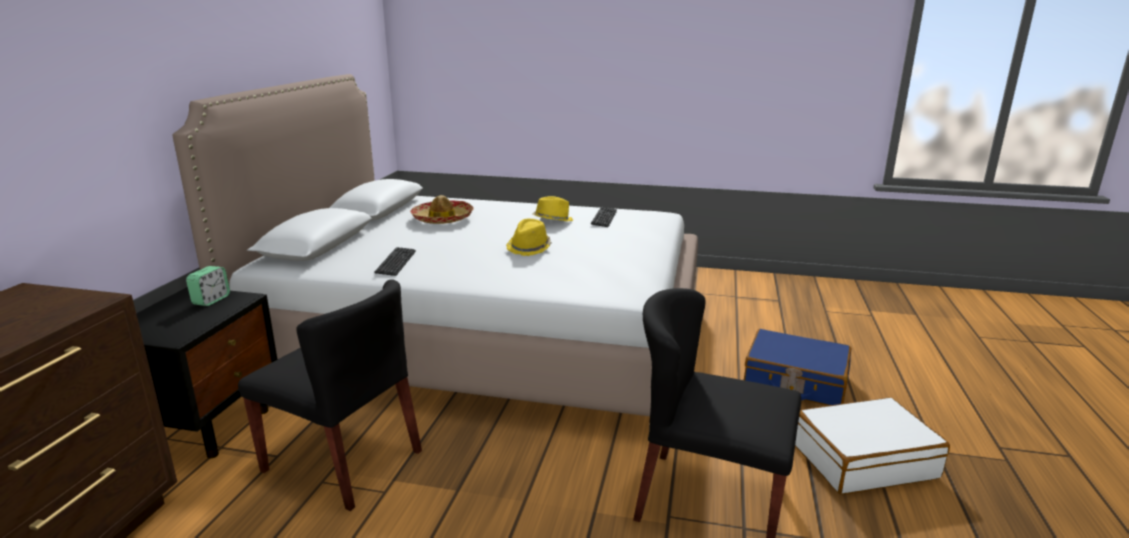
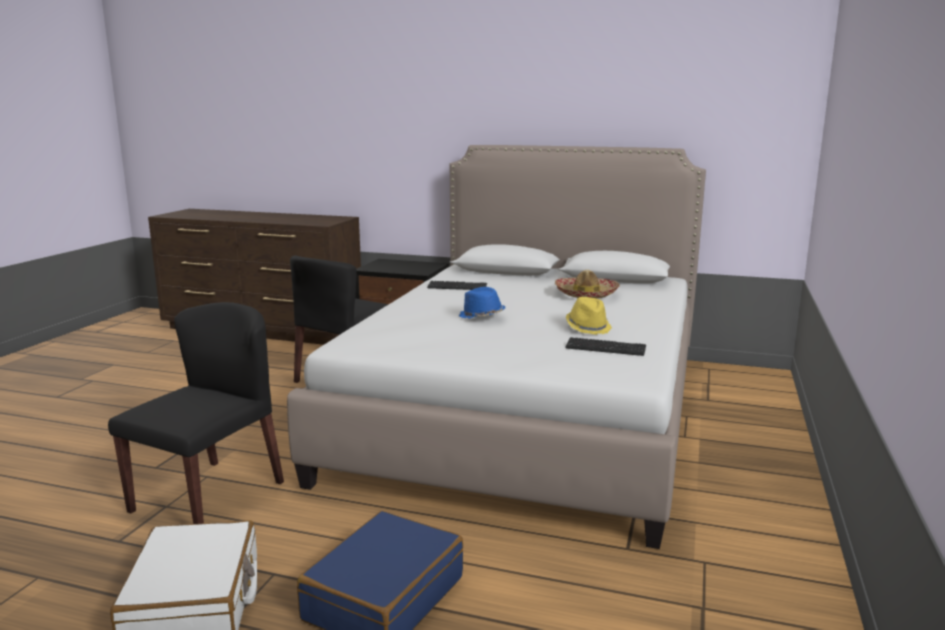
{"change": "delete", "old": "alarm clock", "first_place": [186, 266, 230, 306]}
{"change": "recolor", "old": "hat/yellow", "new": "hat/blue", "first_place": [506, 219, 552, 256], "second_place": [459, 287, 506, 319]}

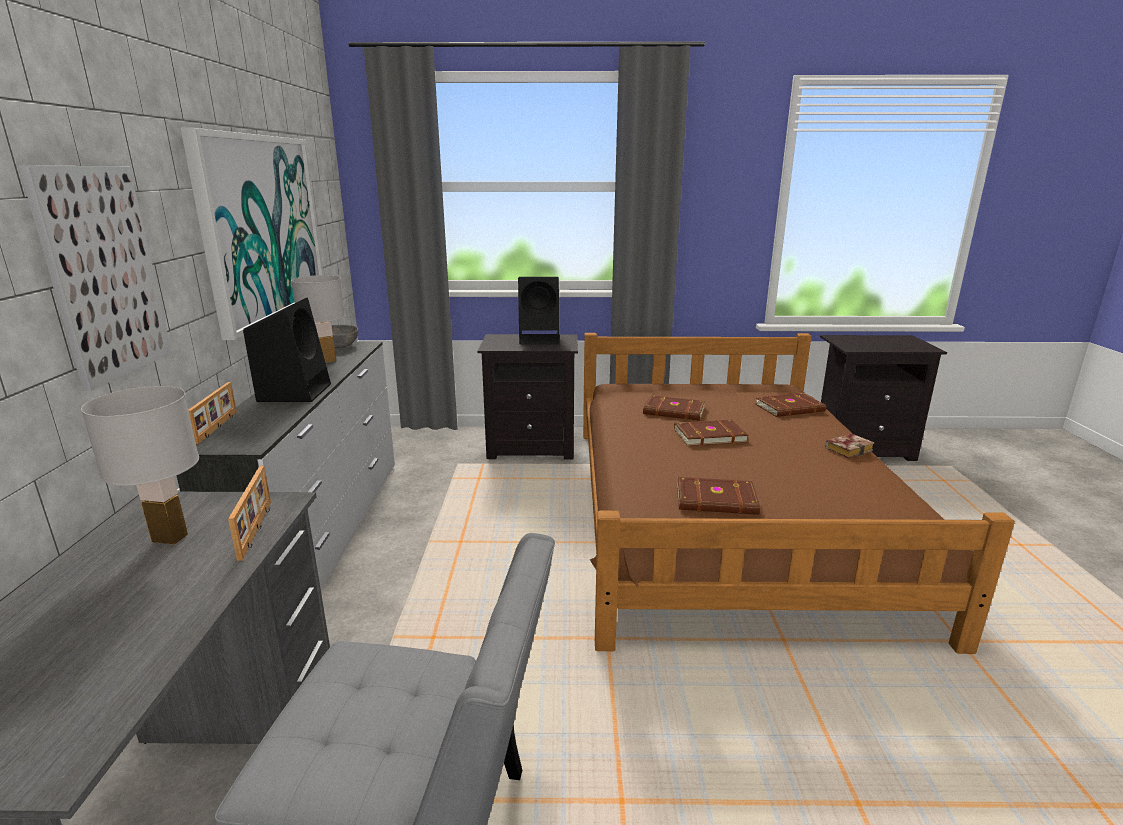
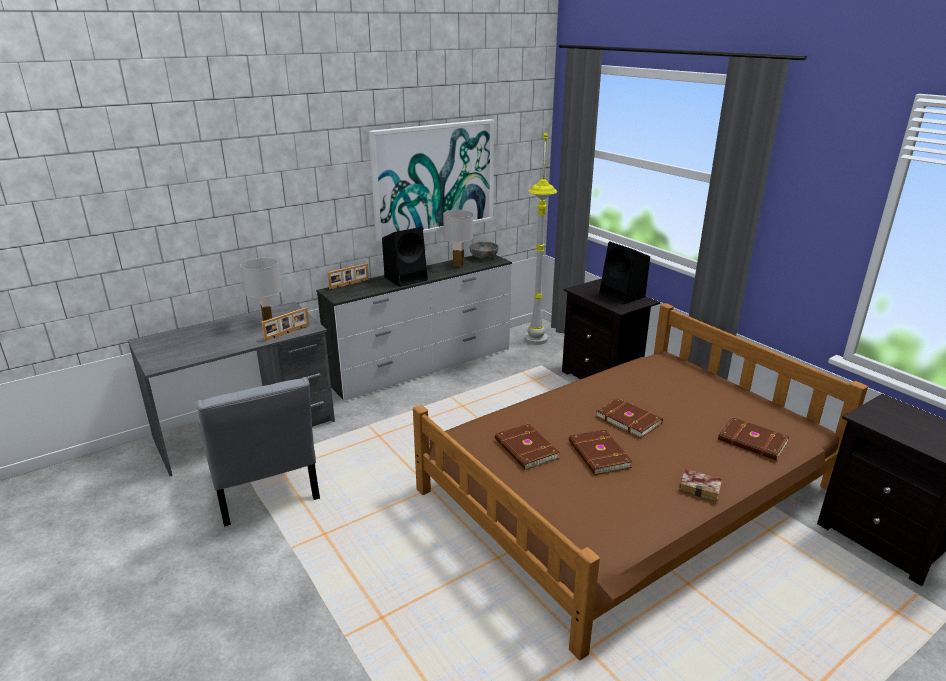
{"change": "delete", "old": "picture", "first_place": [19, 166, 172, 391]}
{"change": "move", "old": "book/brown", "first_place": [643, 395, 705, 421], "second_place": [569, 429, 633, 475]}
{"change": "insert", "new": "floor lamp/grey", "second_place": [524, 128, 557, 345]}

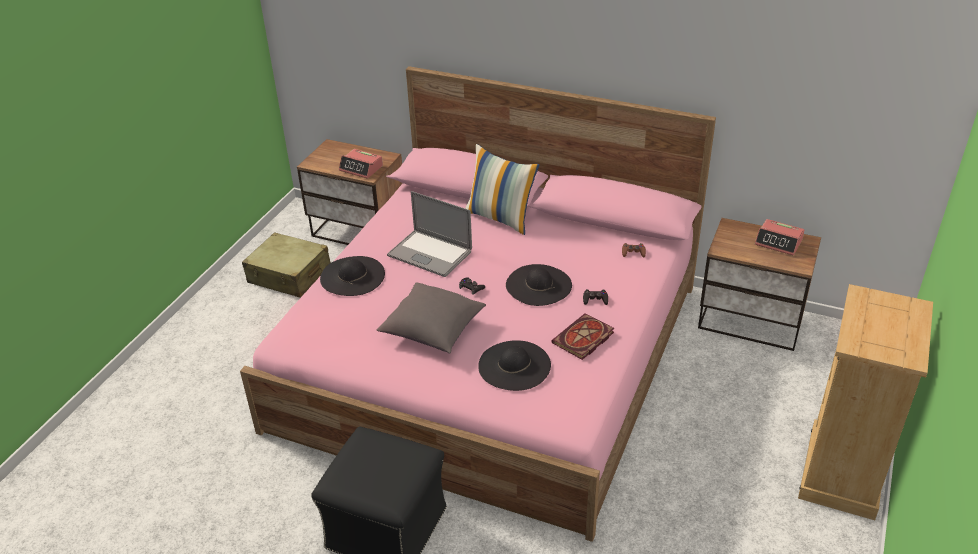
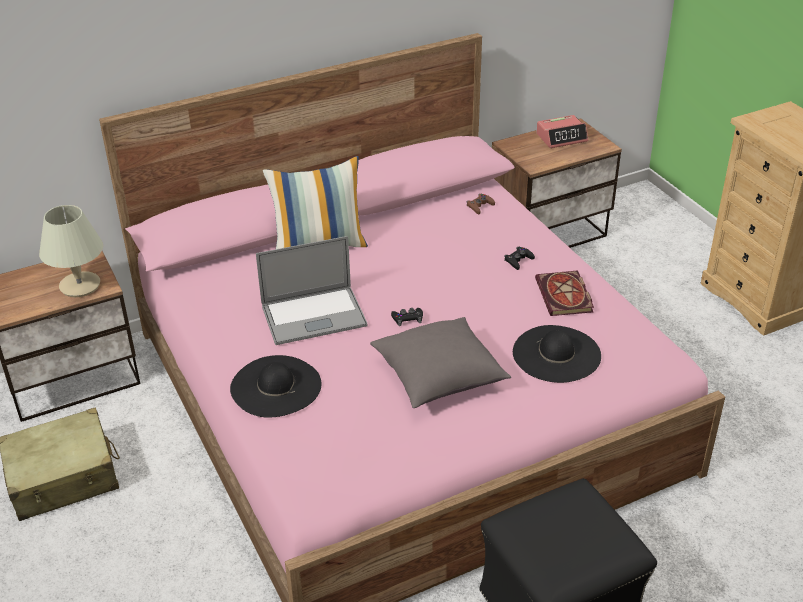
{"change": "replace", "old": "alarm clock", "new": "table lamp/beige", "first_place": [339, 149, 383, 179], "second_place": [39, 205, 103, 297]}
{"change": "delete", "old": "hat/black", "first_place": [506, 264, 572, 306]}

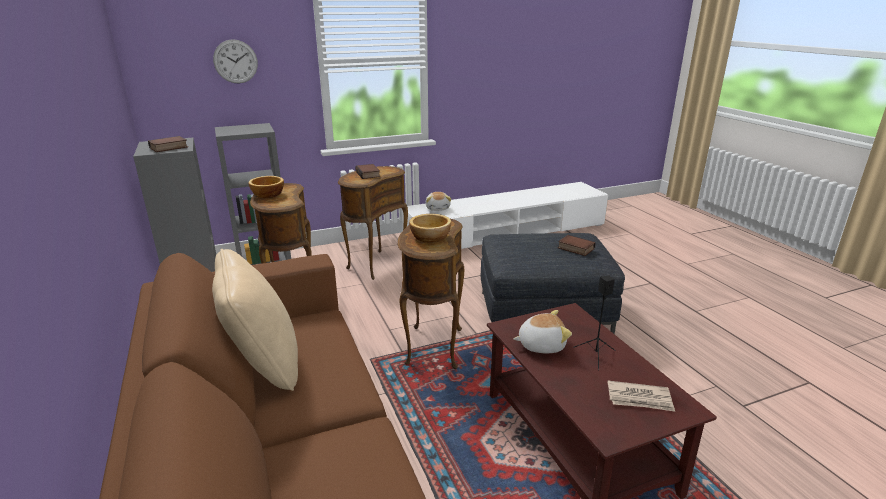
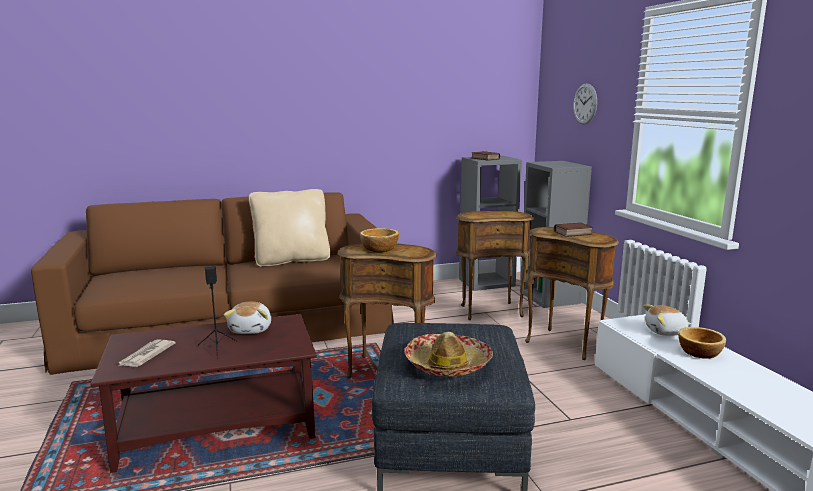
{"change": "move", "old": "bowl", "first_place": [248, 176, 284, 198], "second_place": [678, 327, 726, 359]}
{"change": "replace", "old": "book", "new": "hat", "first_place": [558, 235, 596, 256], "second_place": [404, 332, 493, 377]}

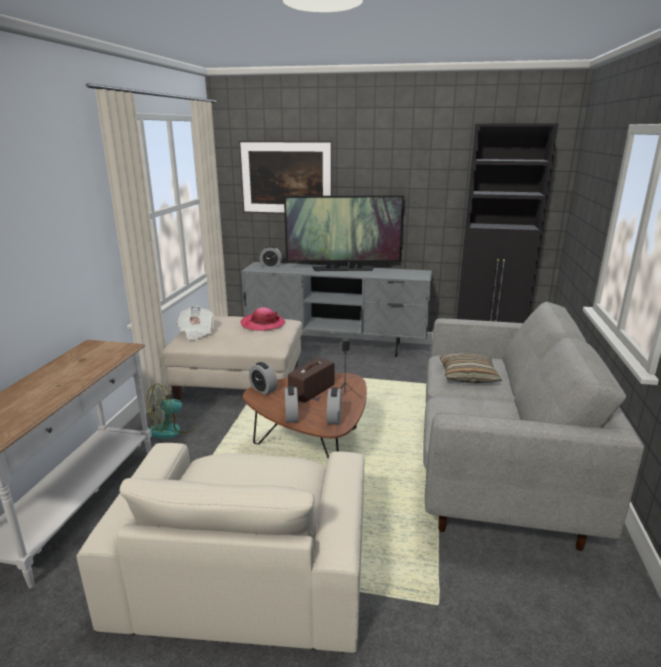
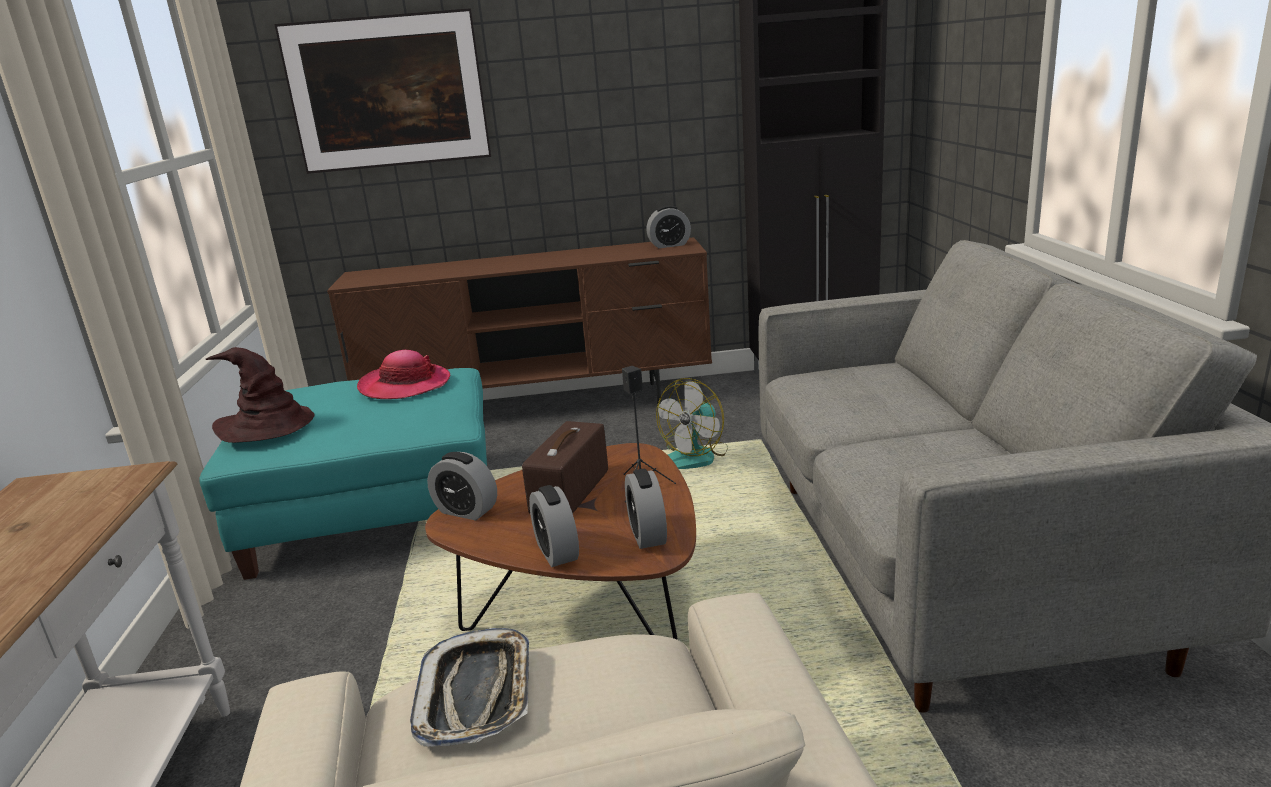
{"change": "move", "old": "fan", "first_place": [147, 383, 197, 439], "second_place": [656, 378, 728, 469]}
{"change": "recolor", "old": "ottoman/beige", "new": "ottoman/turquoise", "first_place": [163, 316, 303, 400], "second_place": [199, 368, 487, 580]}
{"change": "replace", "old": "newspaper", "new": "hat/brown", "first_place": [177, 306, 214, 340], "second_place": [206, 347, 314, 443]}
{"change": "recolor", "old": "tv stand/grey", "new": "tv stand/brown", "first_place": [241, 262, 432, 357], "second_place": [327, 237, 712, 405]}
{"change": "move", "old": "alarm clock", "first_place": [260, 246, 282, 267], "second_place": [646, 205, 691, 248]}
{"change": "delete", "old": "television", "first_place": [284, 195, 404, 271]}
{"change": "delete", "old": "pillow", "first_place": [439, 353, 502, 383]}
{"change": "insert", "new": "tray", "second_place": [410, 628, 529, 747]}

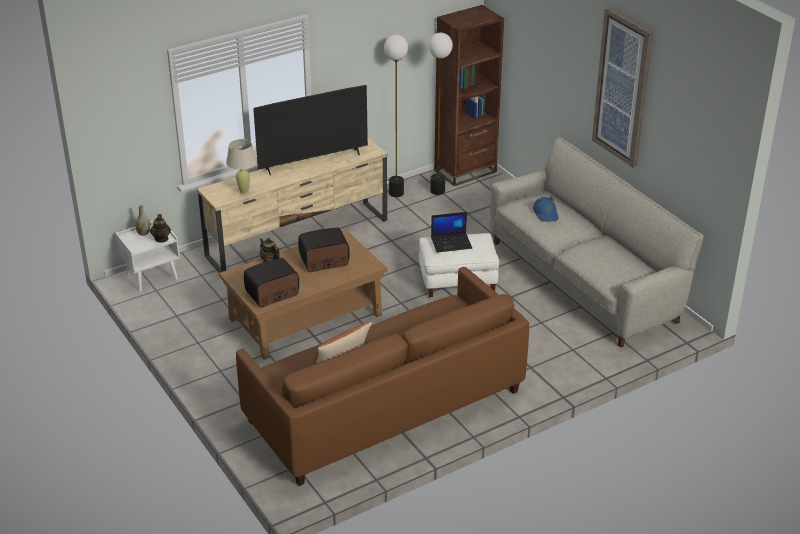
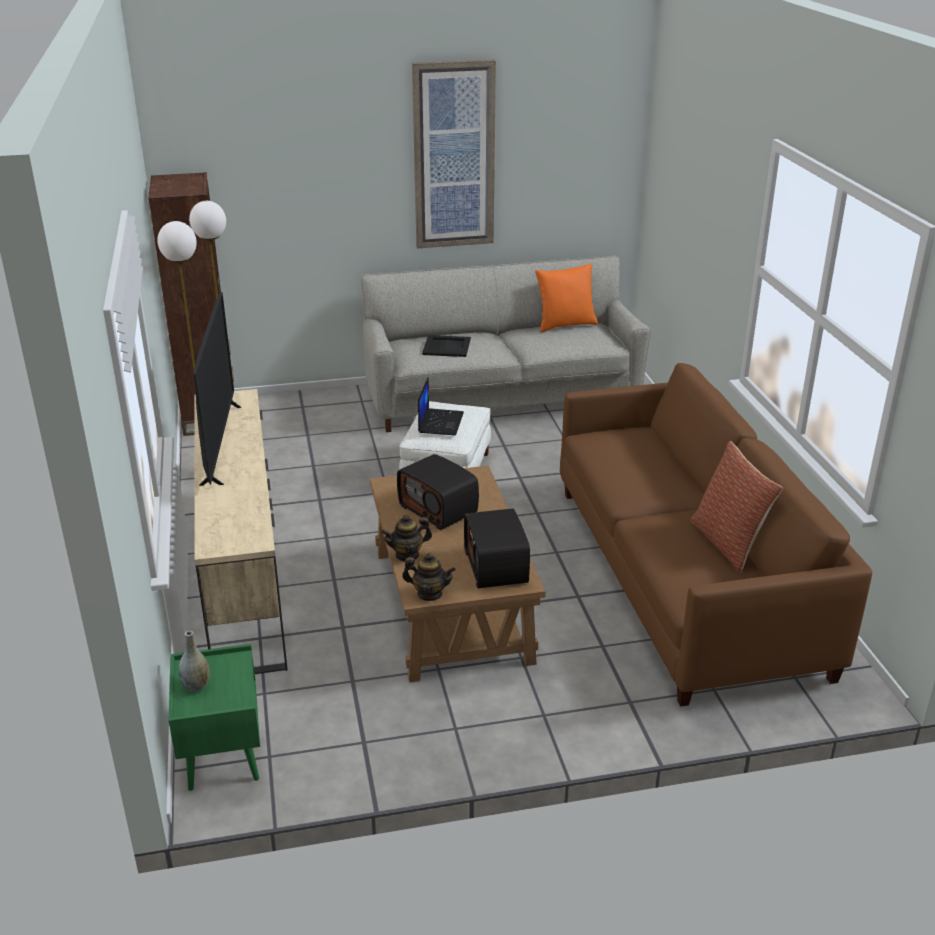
{"change": "recolor", "old": "nightstand/white", "new": "nightstand/green", "first_place": [115, 221, 180, 292], "second_place": [169, 644, 260, 791]}
{"change": "move", "old": "teapot", "first_place": [150, 214, 171, 243], "second_place": [402, 553, 456, 601]}
{"change": "delete", "old": "table lamp/beige", "first_place": [226, 139, 257, 195]}
{"change": "rotate", "old": "radio", "first_place": [298, 228, 350, 272], "second_place": [397, 454, 479, 530], "degrees": -45}
{"change": "replace", "old": "hat/blue", "new": "tray/black", "first_place": [533, 197, 559, 222], "second_place": [422, 335, 471, 357]}
{"change": "insert", "new": "pillow/orange", "second_place": [535, 263, 598, 333]}

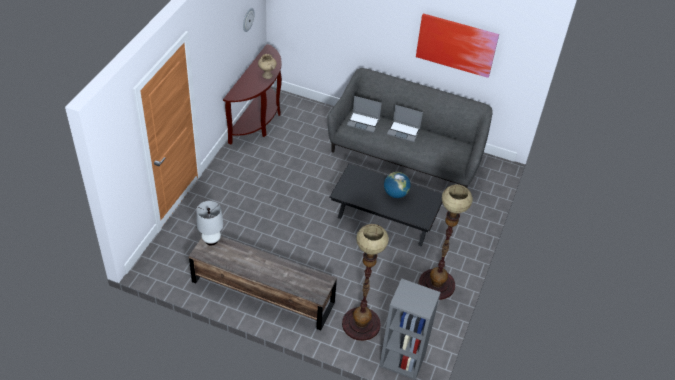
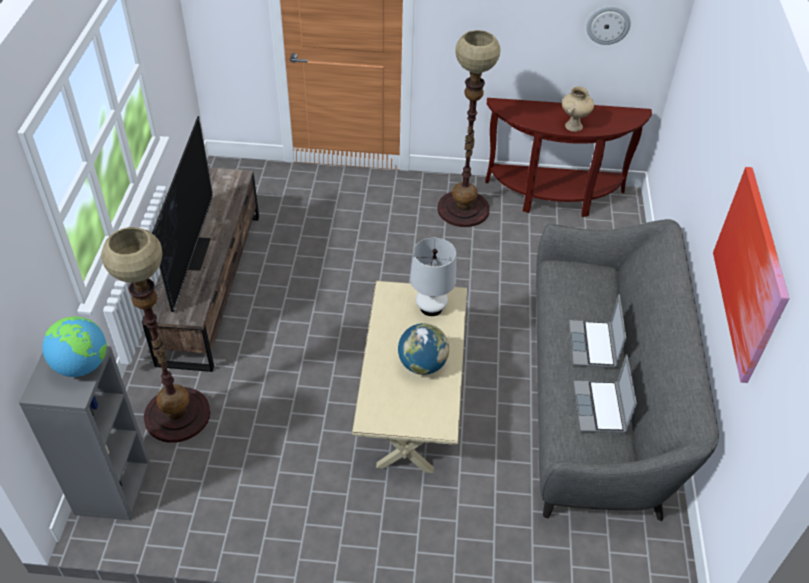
{"change": "move", "old": "table lamp/white", "first_place": [196, 201, 224, 246], "second_place": [410, 238, 456, 316]}
{"change": "recolor", "old": "coffee table/black", "new": "coffee table/beige", "first_place": [329, 164, 442, 246], "second_place": [352, 281, 467, 473]}
{"change": "move", "old": "laptop", "first_place": [347, 96, 382, 133], "second_place": [574, 354, 637, 433]}
{"change": "move", "old": "floor lamp", "first_place": [419, 184, 473, 300], "second_place": [437, 30, 501, 227]}
{"change": "insert", "new": "globe", "second_place": [42, 316, 107, 377]}
{"change": "insert", "new": "television", "second_place": [152, 116, 213, 312]}

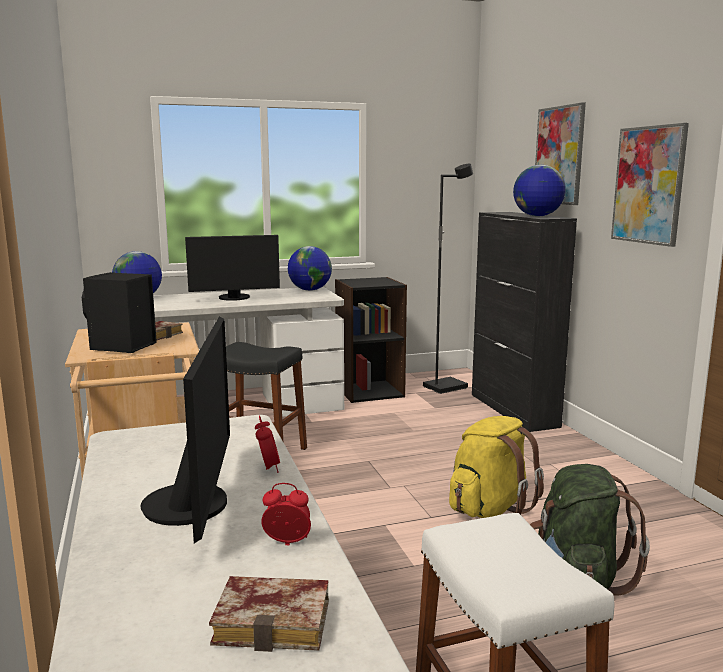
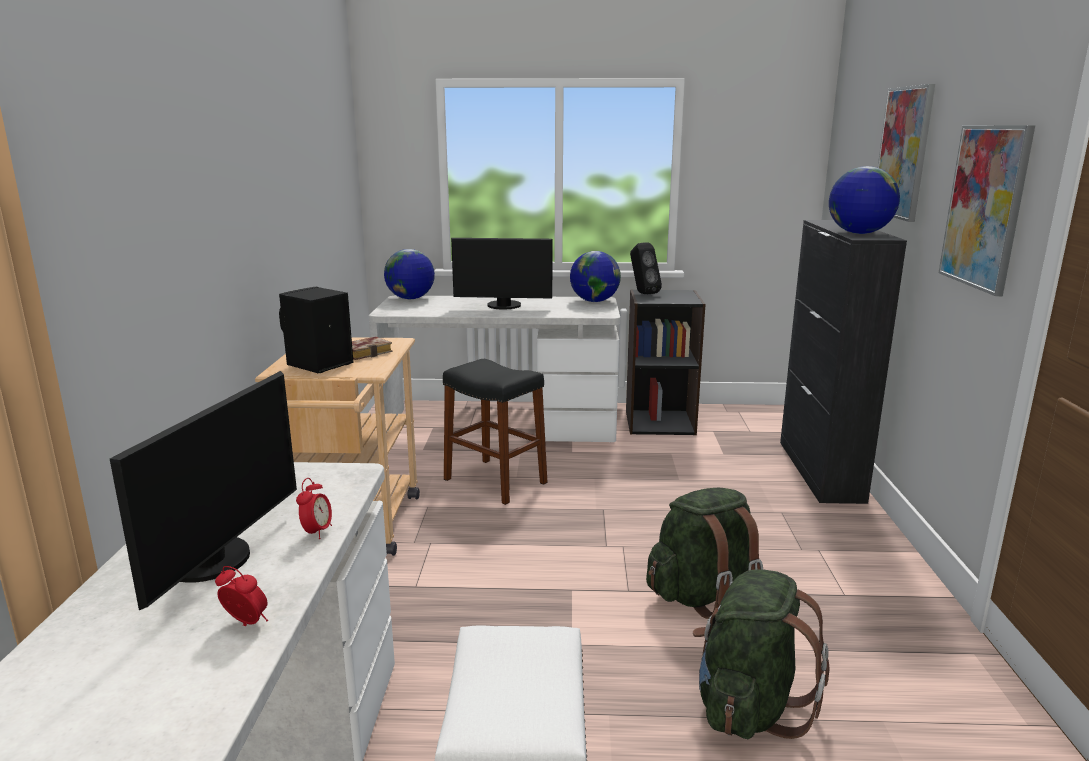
{"change": "delete", "old": "book", "first_place": [209, 576, 329, 652]}
{"change": "delete", "old": "floor lamp/black", "first_place": [423, 164, 473, 394]}
{"change": "recolor", "old": "backpack/yellow", "new": "backpack/green", "first_place": [449, 416, 544, 518], "second_place": [646, 488, 763, 619]}
{"change": "insert", "new": "speaker/black", "second_place": [630, 243, 662, 294]}

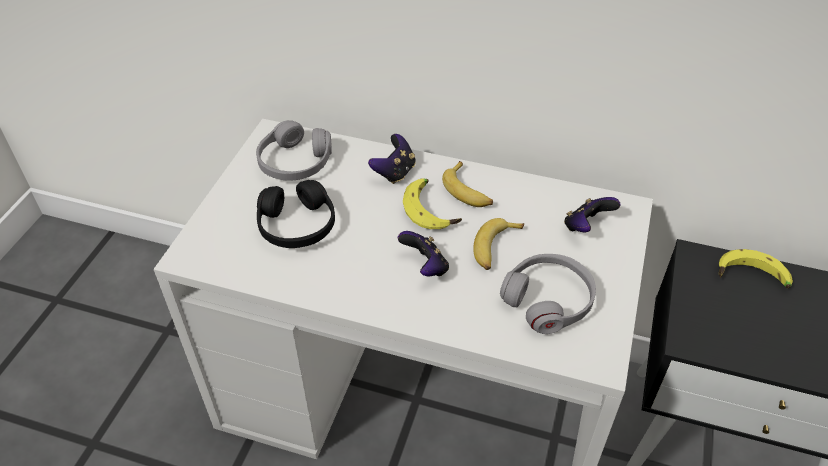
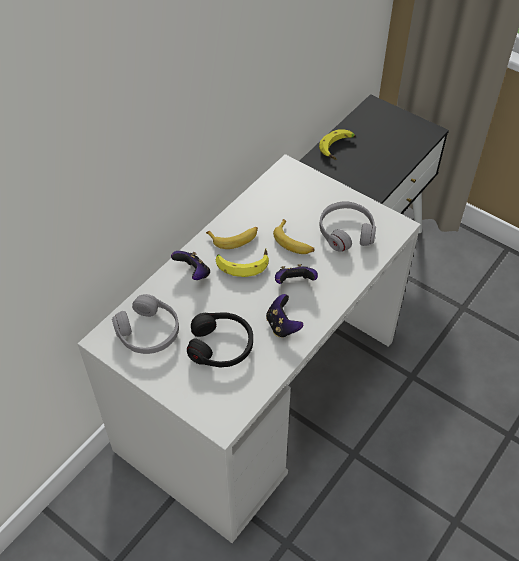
{"change": "move", "old": "game controller", "first_place": [564, 197, 621, 232], "second_place": [266, 294, 303, 338]}

